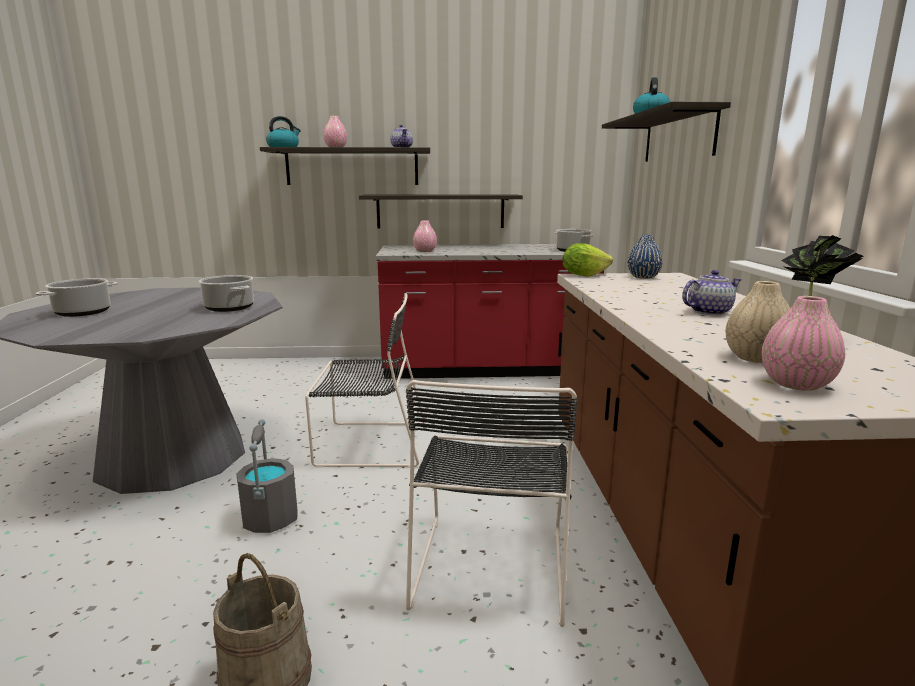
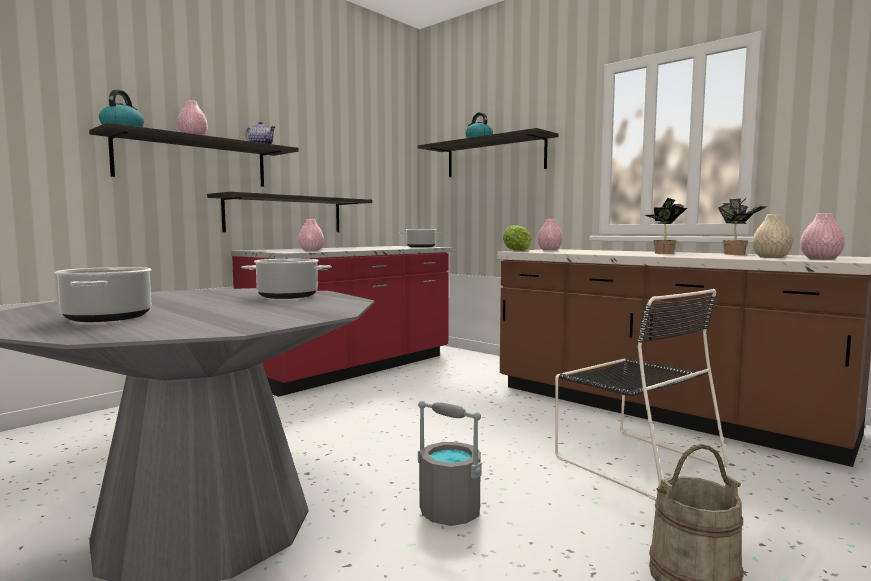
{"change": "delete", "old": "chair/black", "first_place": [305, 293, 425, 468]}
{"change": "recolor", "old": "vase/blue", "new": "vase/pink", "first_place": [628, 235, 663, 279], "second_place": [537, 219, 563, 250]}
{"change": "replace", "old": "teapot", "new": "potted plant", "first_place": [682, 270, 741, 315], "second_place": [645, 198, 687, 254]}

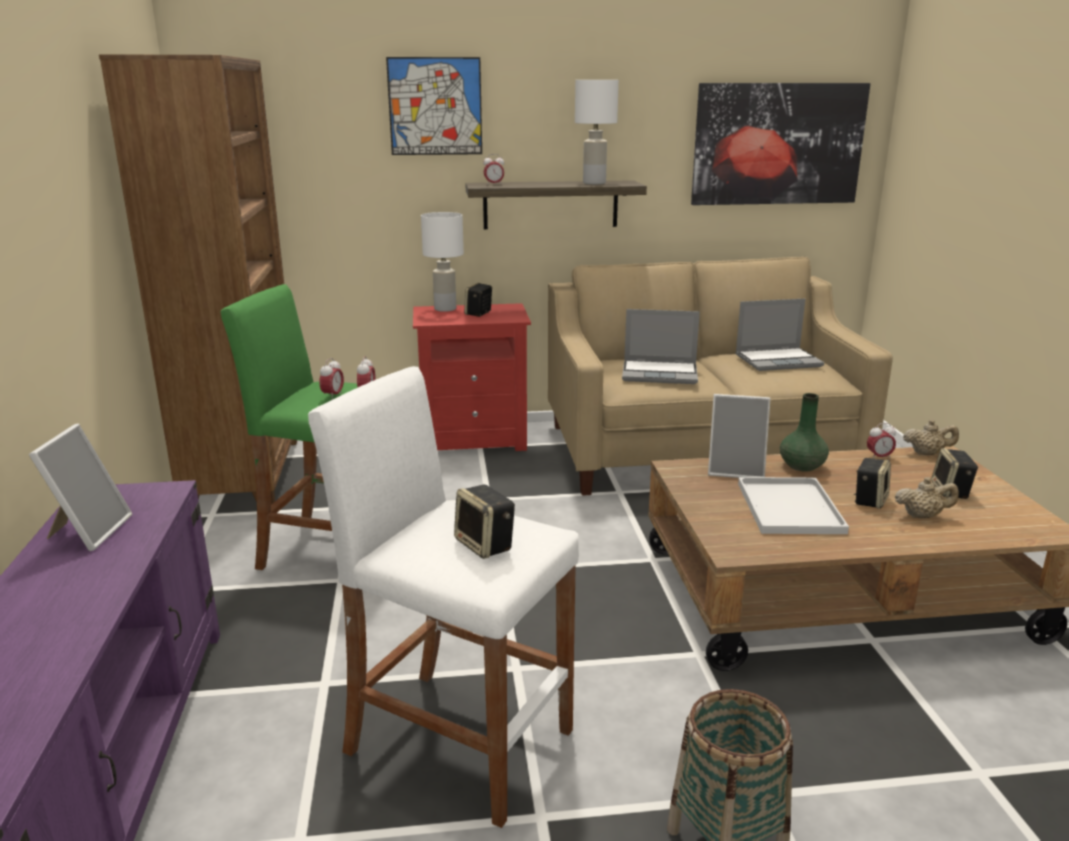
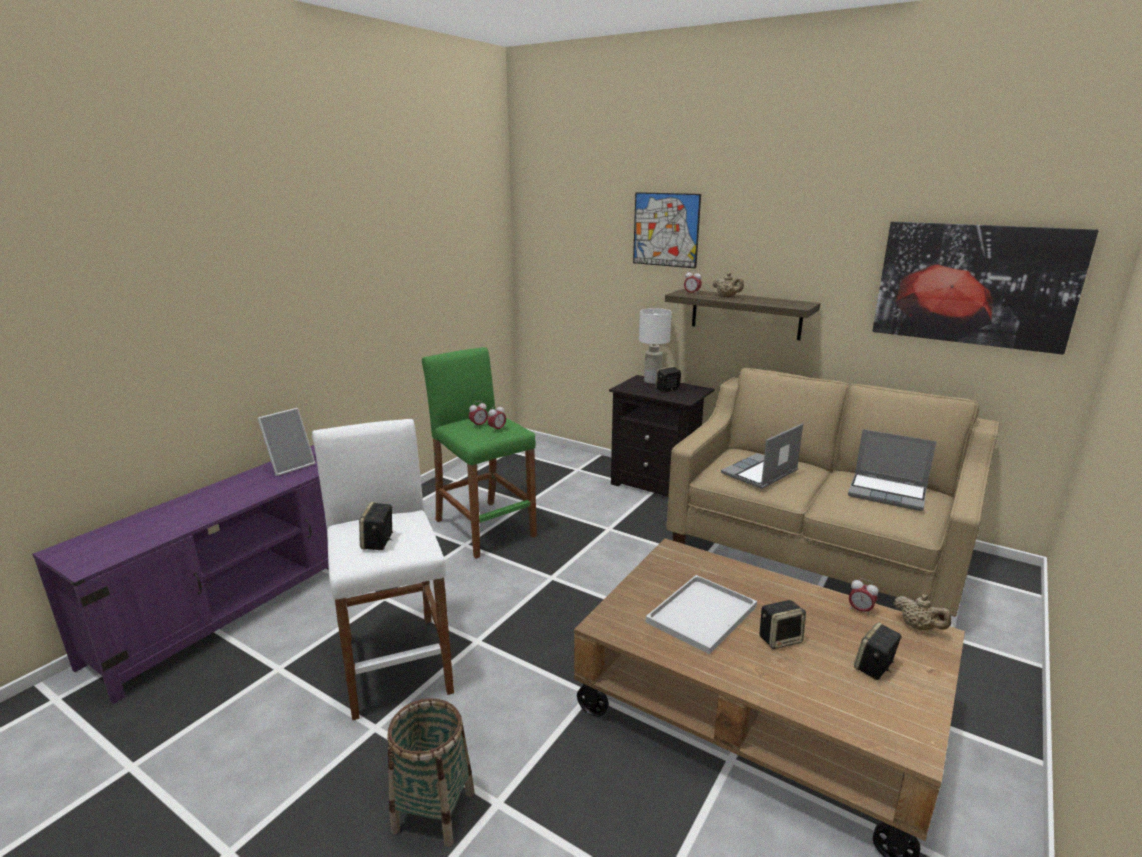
{"change": "delete", "old": "bookcase/brown", "first_place": [99, 54, 297, 505]}
{"change": "recolor", "old": "nightstand/red", "new": "nightstand/black", "first_place": [413, 303, 531, 451], "second_place": [609, 375, 715, 496]}
{"change": "delete", "old": "table lamp/white", "first_place": [575, 80, 619, 184]}
{"change": "rotate", "old": "laptop", "first_place": [622, 309, 700, 384], "second_place": [721, 423, 803, 489], "degrees": 90}
{"change": "delete", "old": "picture frame", "first_place": [708, 394, 771, 478]}
{"change": "delete", "old": "vase/green", "first_place": [780, 393, 829, 472]}
{"change": "move", "old": "teapot/beige", "first_place": [895, 477, 959, 519], "second_place": [713, 273, 744, 297]}

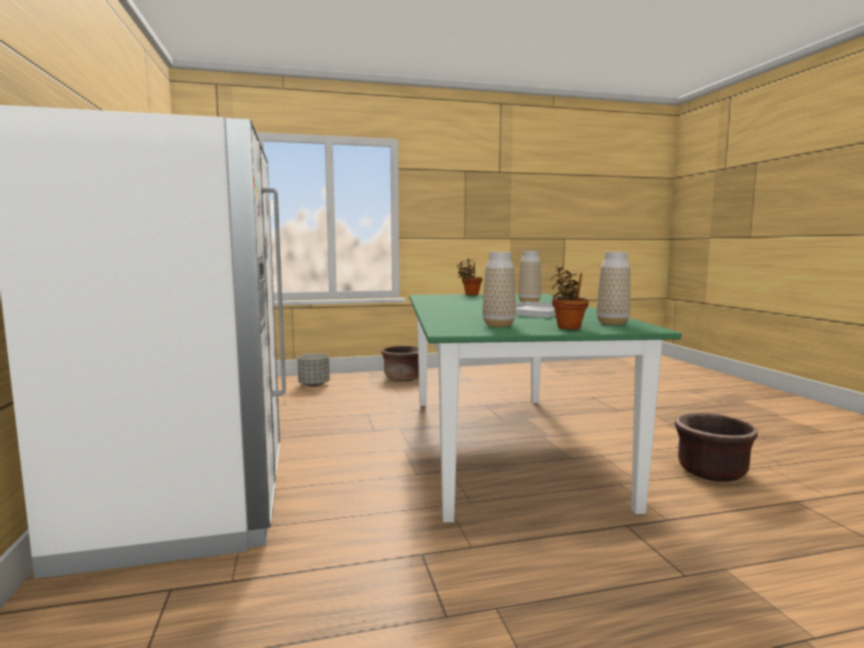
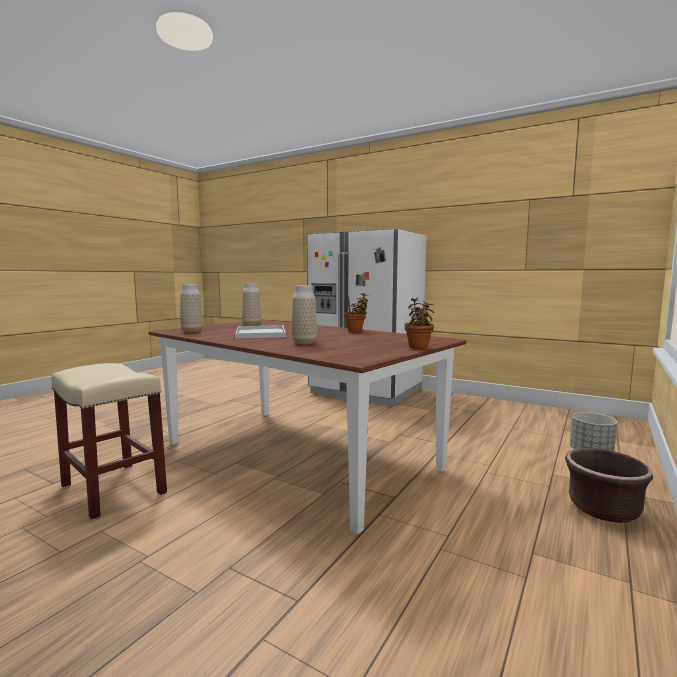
{"change": "recolor", "old": "dining table/green", "new": "dining table/brown", "first_place": [409, 294, 682, 523], "second_place": [149, 320, 466, 534]}
{"change": "move", "old": "potted plant", "first_place": [551, 266, 589, 329], "second_place": [344, 293, 368, 332]}
{"change": "replace", "old": "planter/brown", "new": "stool/beige", "first_place": [674, 413, 758, 482], "second_place": [51, 363, 167, 521]}

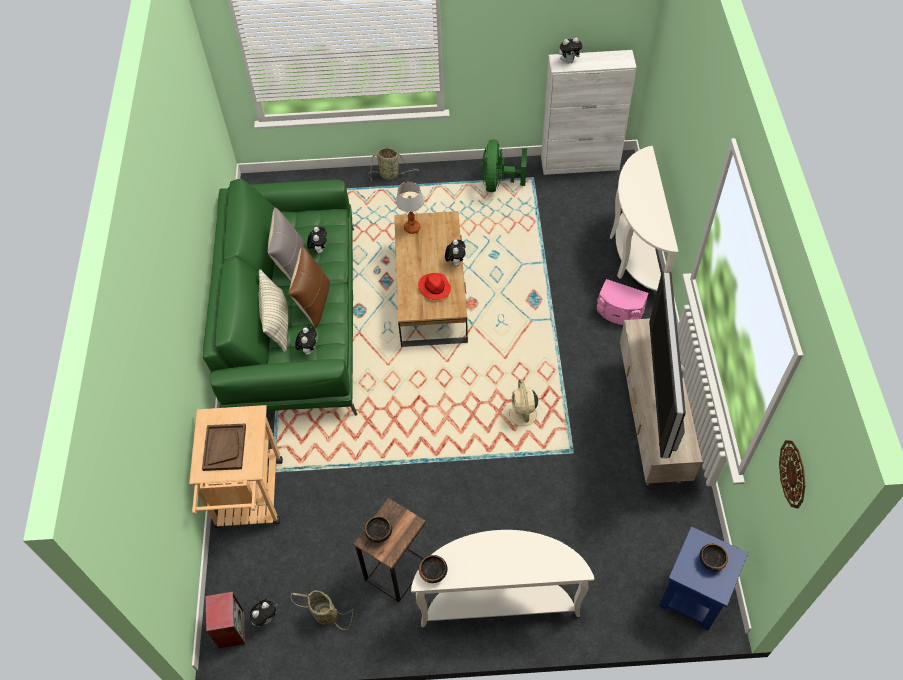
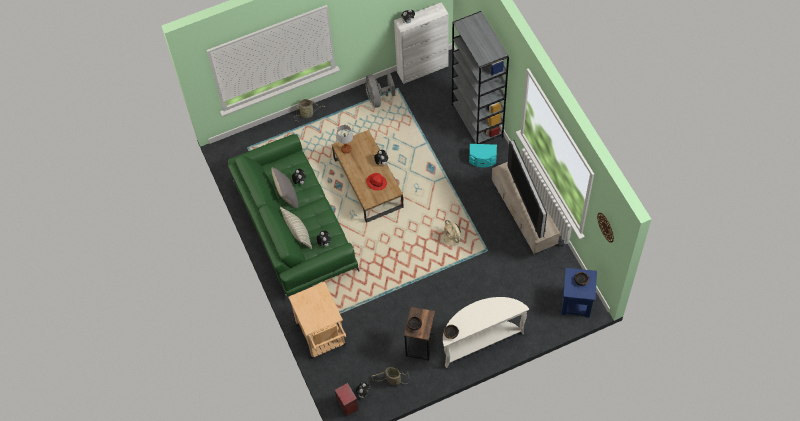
{"change": "delete", "old": "tray/brown", "first_place": [202, 424, 246, 471]}
{"change": "delete", "old": "pillow/brown", "first_place": [288, 246, 330, 328]}
{"change": "recolor", "old": "fan/green", "new": "fan/grey", "first_place": [481, 139, 527, 192], "second_place": [365, 73, 395, 108]}
{"change": "recolor", "old": "speaker/pink", "new": "speaker/turquoise", "first_place": [597, 279, 649, 325], "second_place": [469, 144, 497, 168]}
{"change": "replace", "old": "console table/white", "new": "bookcase/grey", "first_place": [610, 146, 679, 291], "second_place": [452, 11, 509, 144]}

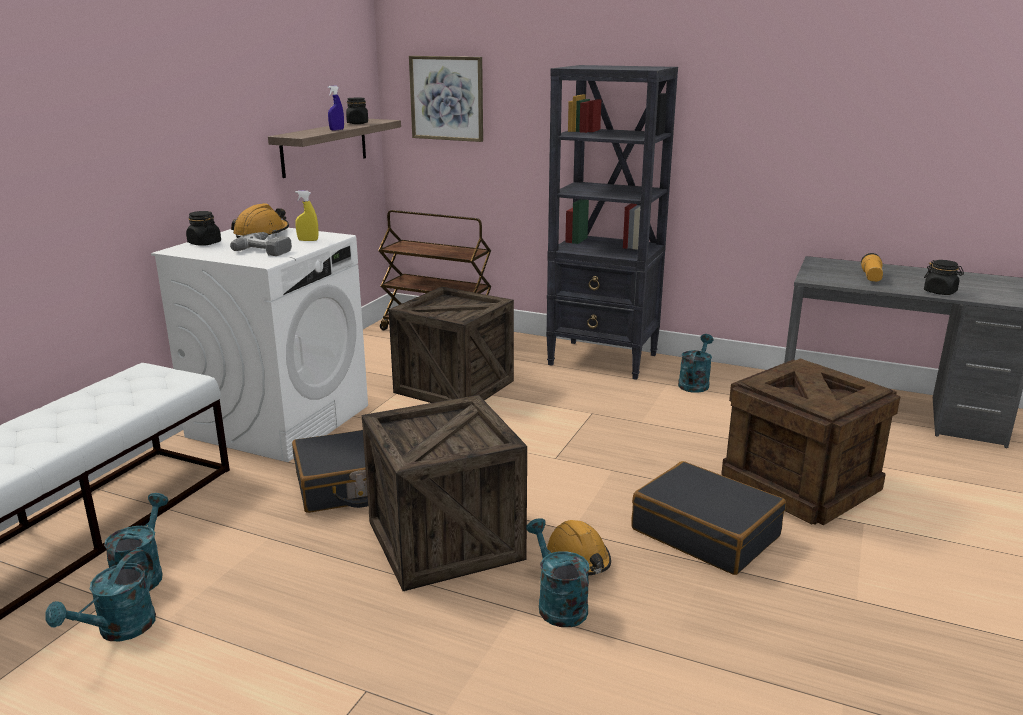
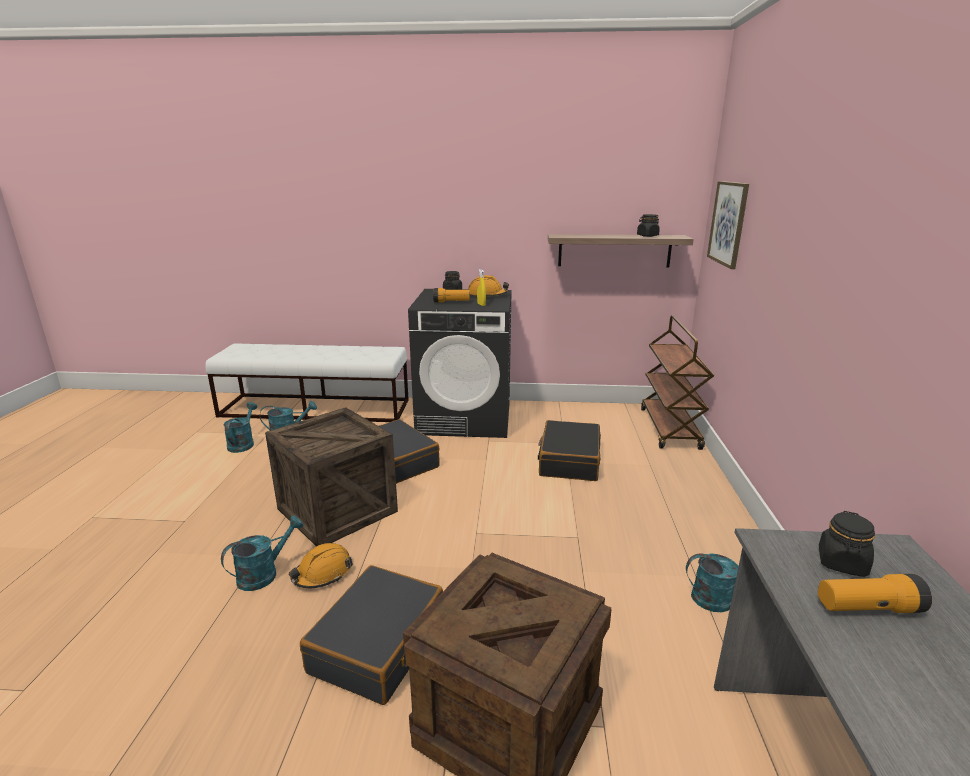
{"change": "rotate", "old": "watering can/turquoise", "first_place": [45, 549, 156, 641], "second_place": [224, 402, 257, 453], "degrees": 90}
{"change": "recolor", "old": "washing machine/white", "new": "washing machine/black", "first_place": [151, 228, 368, 462], "second_place": [408, 289, 512, 438]}
{"change": "replace", "old": "power drill", "new": "flashlight", "first_place": [230, 232, 292, 256], "second_place": [433, 288, 470, 302]}
{"change": "delete", "old": "spray bottle/blue", "first_place": [328, 86, 344, 130]}
{"change": "replace", "old": "crate", "new": "suitcase/black", "first_place": [389, 287, 514, 403], "second_place": [538, 420, 601, 481]}
{"change": "delete", "old": "bookcase/black", "first_place": [546, 65, 678, 380]}
{"change": "move", "old": "jar/black", "first_place": [924, 260, 964, 295], "second_place": [819, 511, 875, 577]}

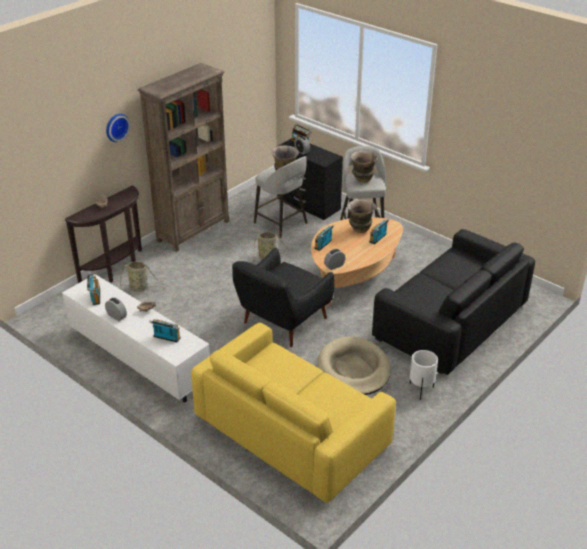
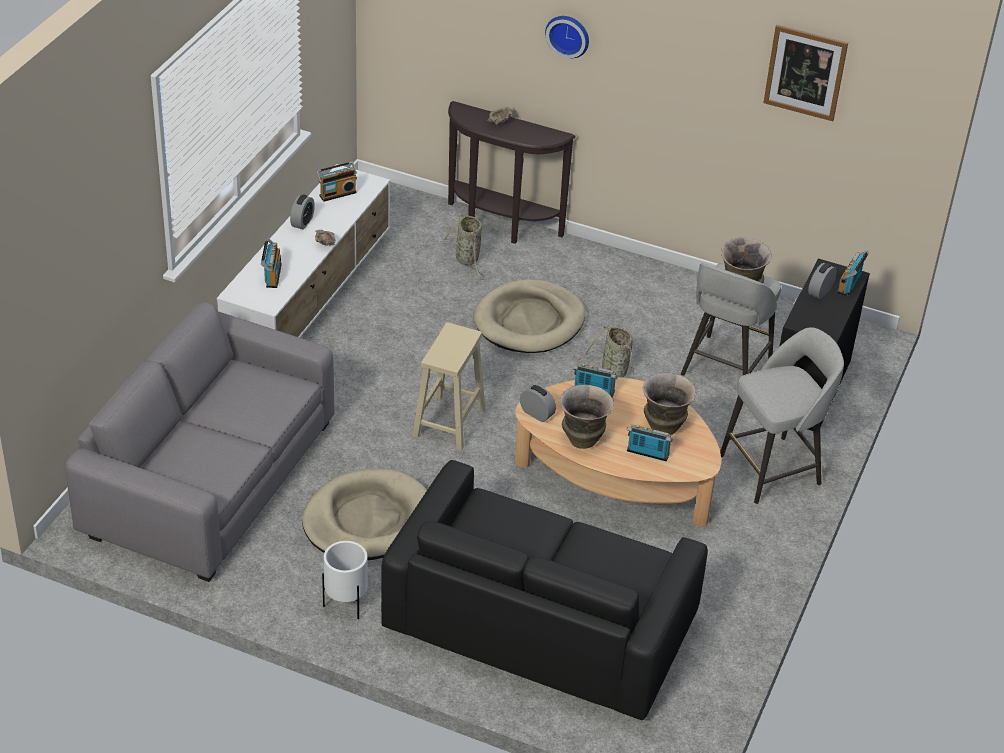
{"change": "delete", "old": "bookcase/brown", "first_place": [138, 63, 229, 252]}
{"change": "recolor", "old": "sofa/yellow", "new": "sofa/grey", "first_place": [191, 323, 396, 503], "second_place": [65, 302, 334, 582]}
{"change": "replace", "old": "armchair/black", "new": "stool/beige", "first_place": [232, 248, 334, 347], "second_place": [412, 322, 486, 451]}
{"change": "move", "old": "vase", "first_place": [350, 151, 378, 183], "second_place": [560, 385, 614, 449]}
{"change": "insert", "new": "dog bed/beige", "second_place": [473, 279, 585, 353]}
{"change": "insert", "new": "picture", "second_place": [763, 25, 848, 121]}

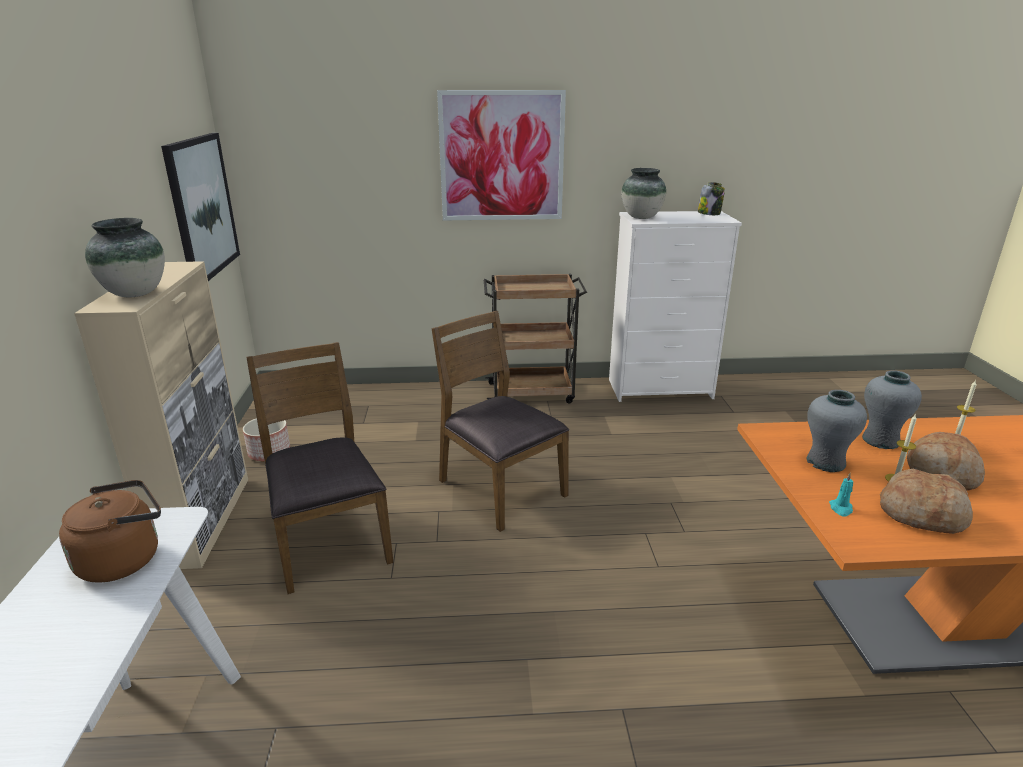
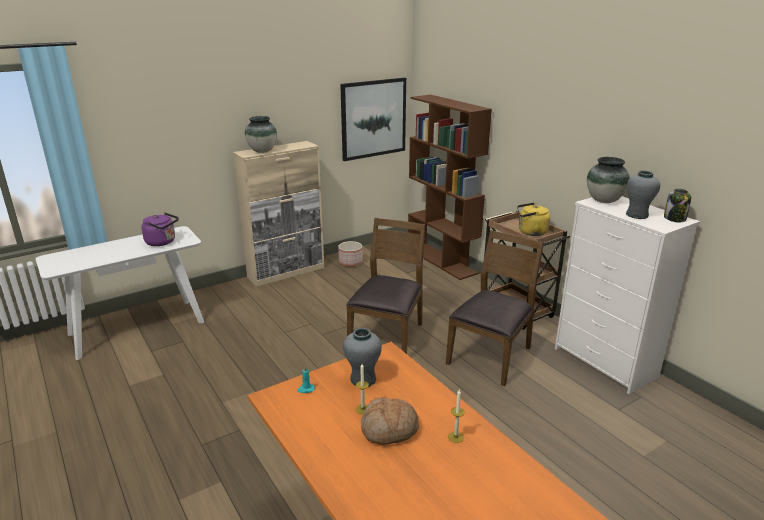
{"change": "recolor", "old": "kettle/brown", "new": "kettle/purple", "first_place": [59, 480, 161, 583], "second_place": [141, 212, 179, 246]}
{"change": "move", "old": "chair/brown", "first_place": [247, 342, 394, 594], "second_place": [446, 230, 544, 386]}
{"change": "delete", "old": "picture", "first_place": [437, 90, 566, 220]}
{"change": "move", "old": "vase/grey", "first_place": [862, 370, 922, 449], "second_place": [626, 170, 660, 219]}
{"change": "delete", "old": "bread", "first_place": [880, 469, 973, 534]}
{"change": "insert", "new": "bookcase/brown", "second_place": [408, 95, 492, 280]}
{"change": "insert", "new": "kettle/yellow", "second_place": [517, 203, 550, 236]}

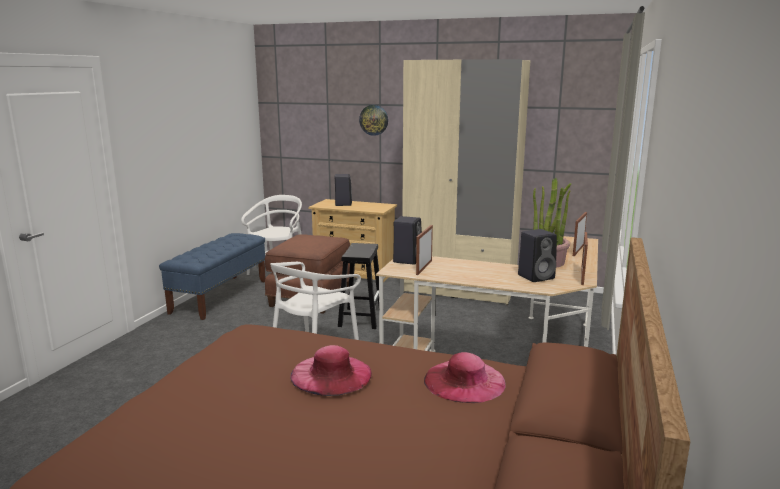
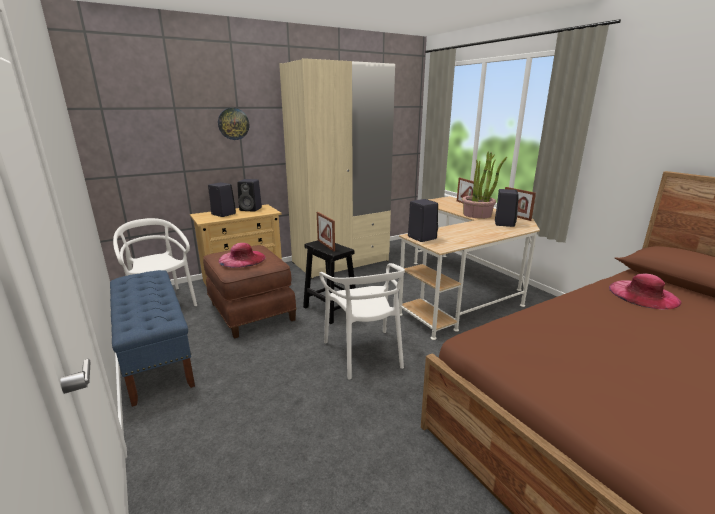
{"change": "move", "old": "hat/pink", "first_place": [290, 345, 372, 396], "second_place": [219, 243, 266, 268]}
{"change": "move", "old": "picture frame", "first_place": [416, 225, 433, 275], "second_place": [317, 212, 335, 251]}
{"change": "insert", "new": "speaker/black", "second_place": [237, 179, 262, 212]}

